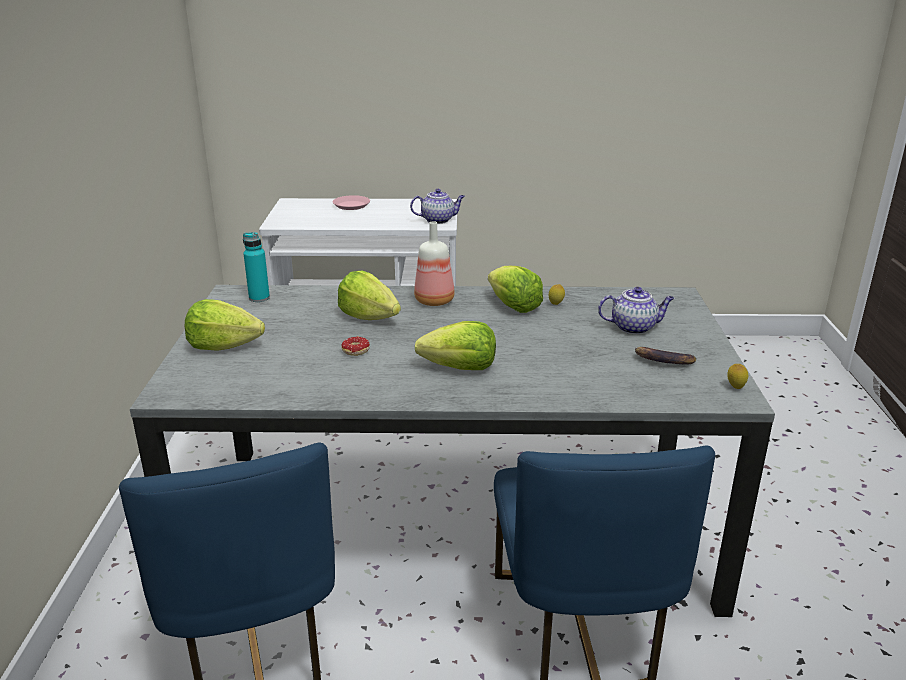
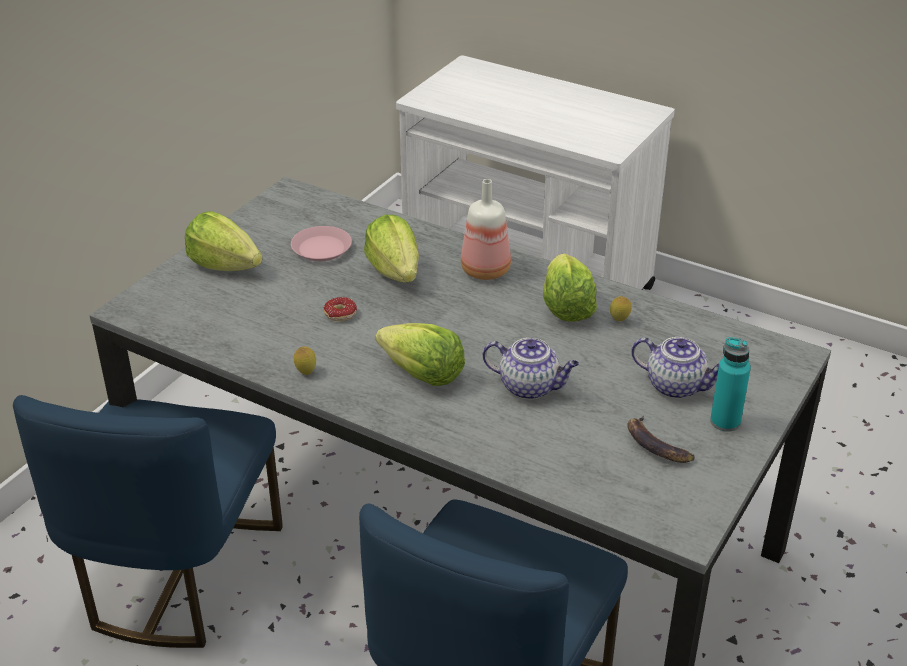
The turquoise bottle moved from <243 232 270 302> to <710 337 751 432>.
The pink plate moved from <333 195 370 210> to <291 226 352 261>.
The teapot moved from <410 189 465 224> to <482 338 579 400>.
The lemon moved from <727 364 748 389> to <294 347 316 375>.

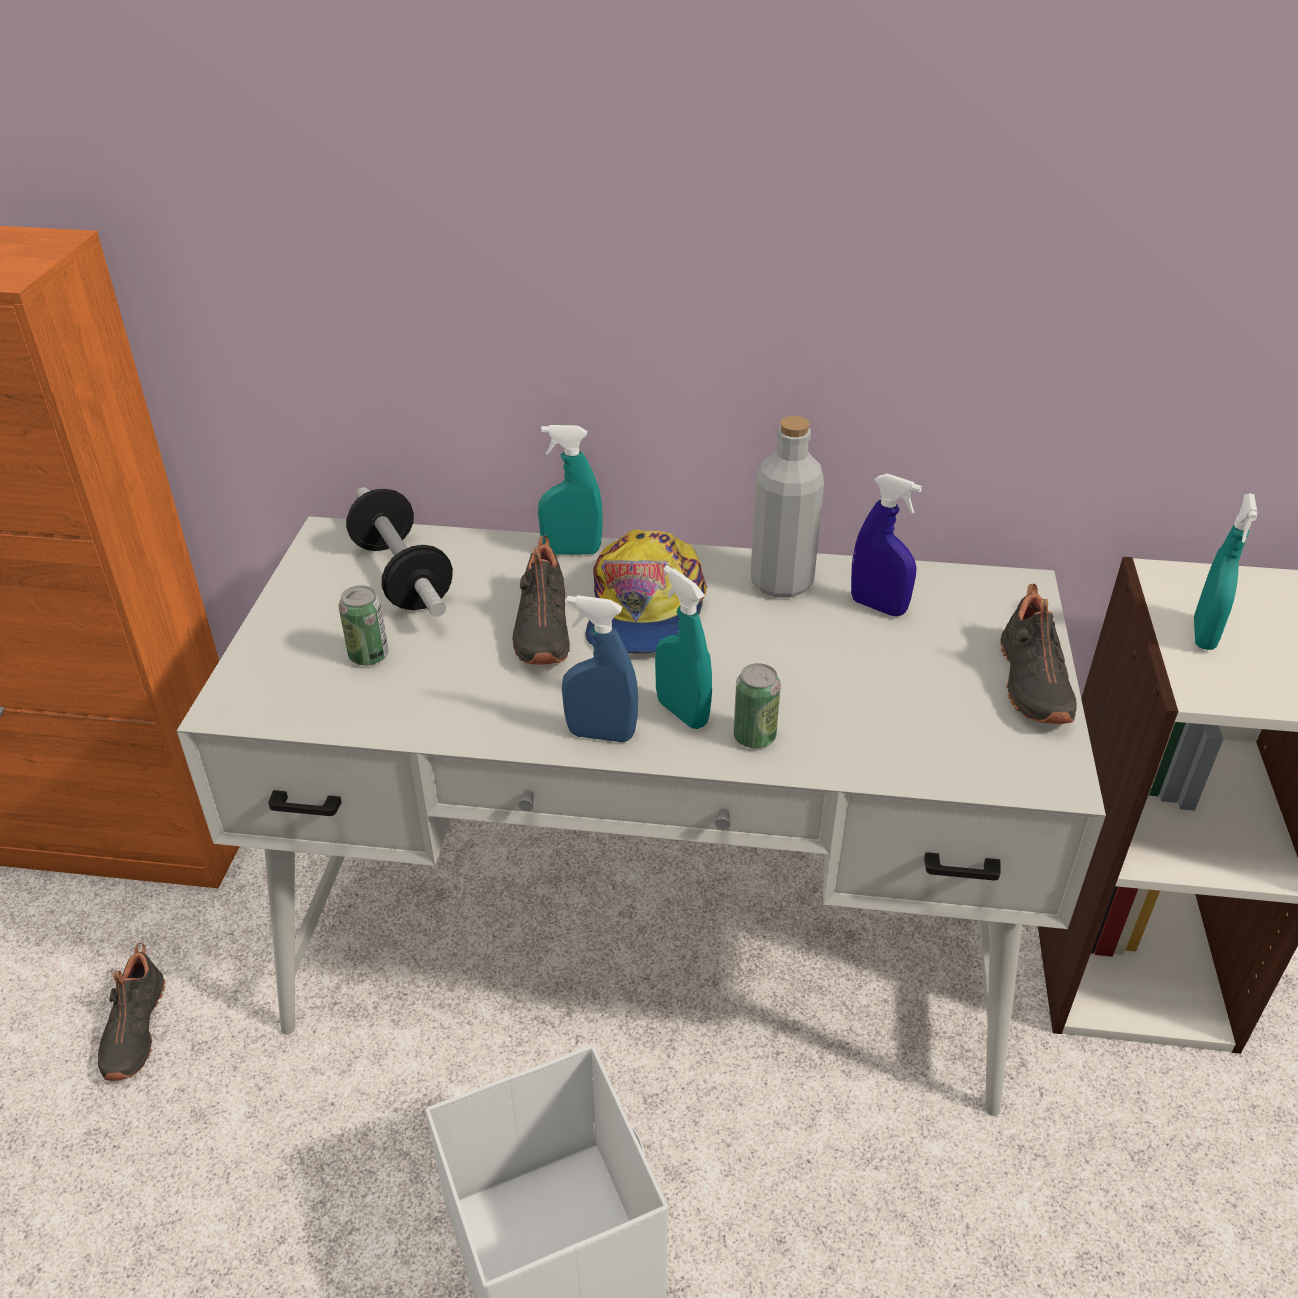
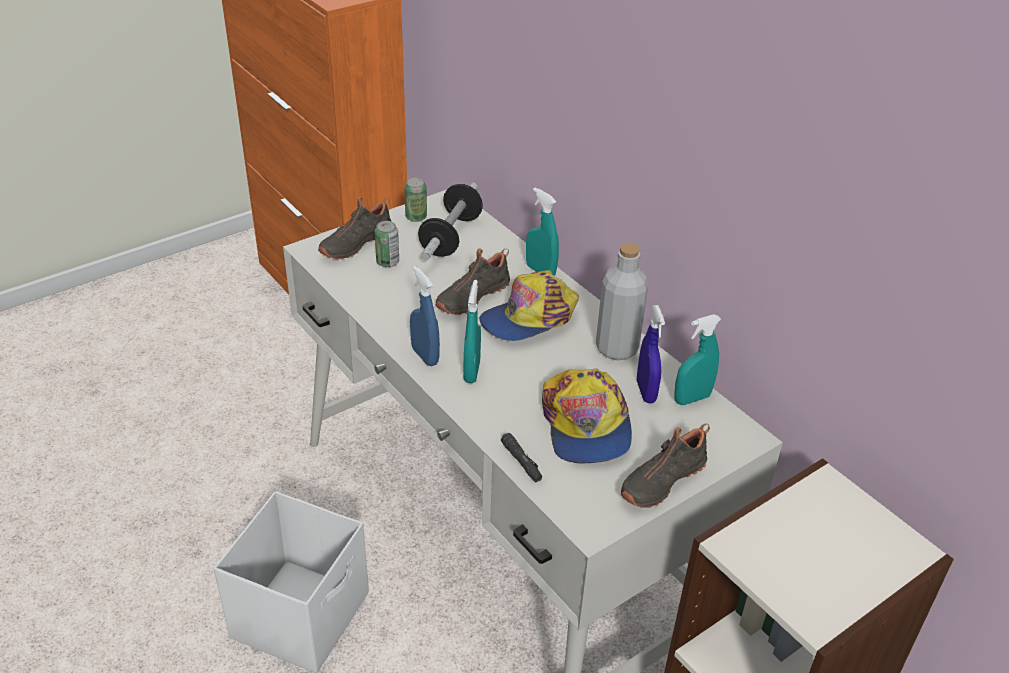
The black shoe moved from <98 943 165 1081> to <318 197 392 259>.
The can moved from <733 663 781 748> to <405 177 427 222>.
The turquoise spray bottle moved from <1194 494 1257 650> to <674 314 721 405>.
The black flashlight at <501 433 542 483> appeared.
The cap at <542 369 632 464> appeared.

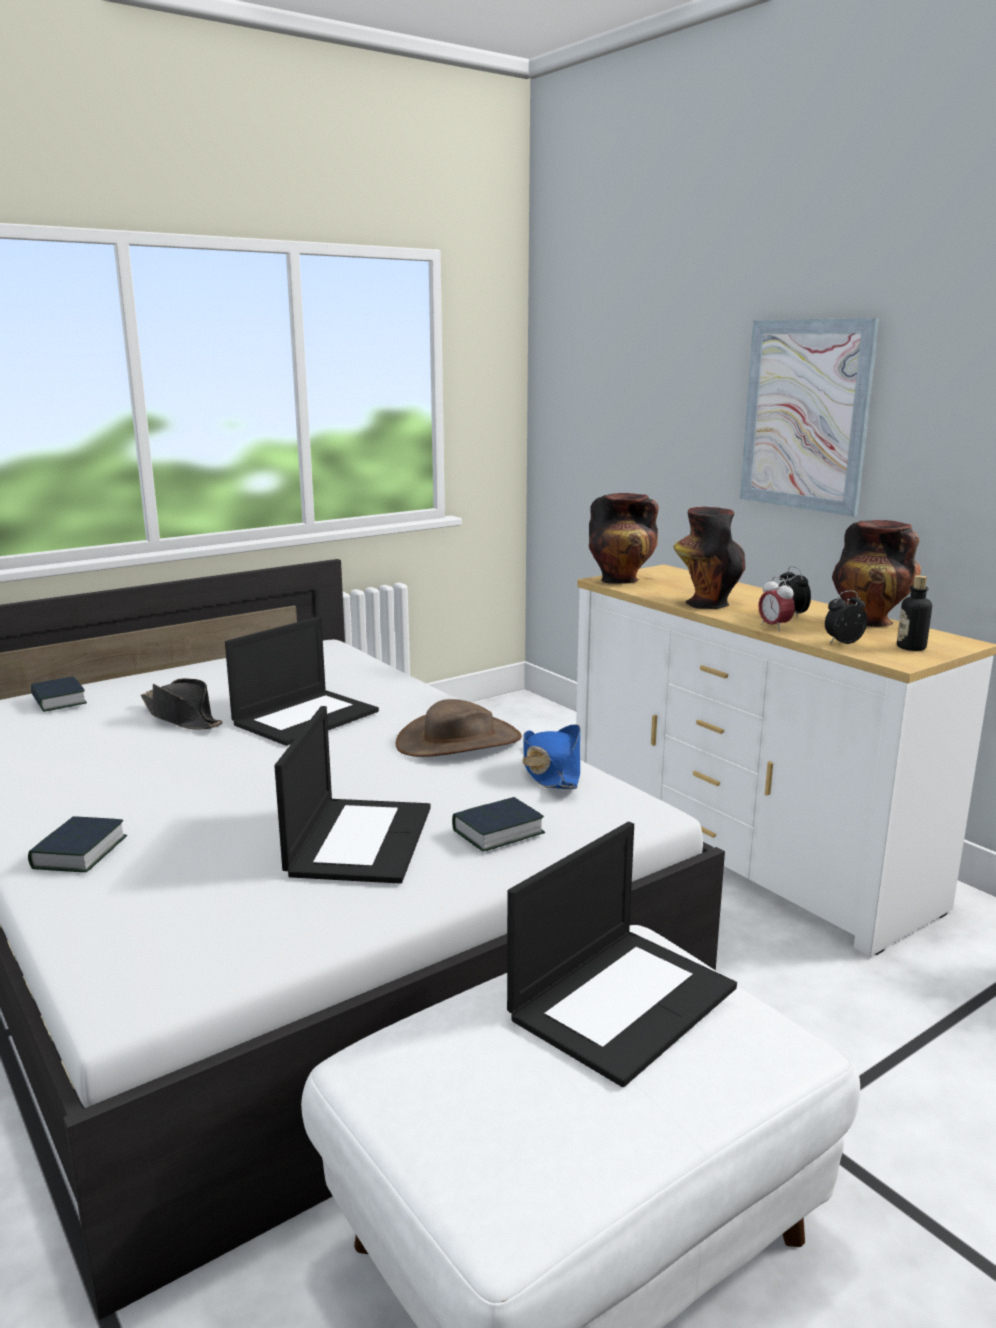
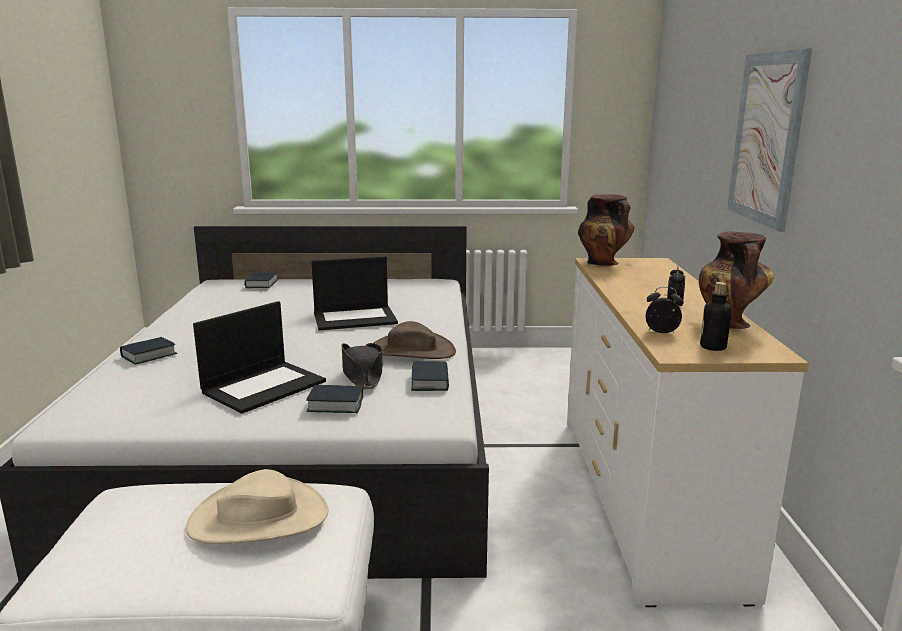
The black hat moved from <141 678 223 729> to <341 343 383 389>.
The laptop at <507 822 737 1087> was replaced by the beige hat at <185 469 329 544>.
The blue hat at <522 724 580 789> was replaced by the book at <411 361 449 391>.
The vase at <673 507 745 609> disappeared.
The alarm clock at <758 576 795 631> disappeared.

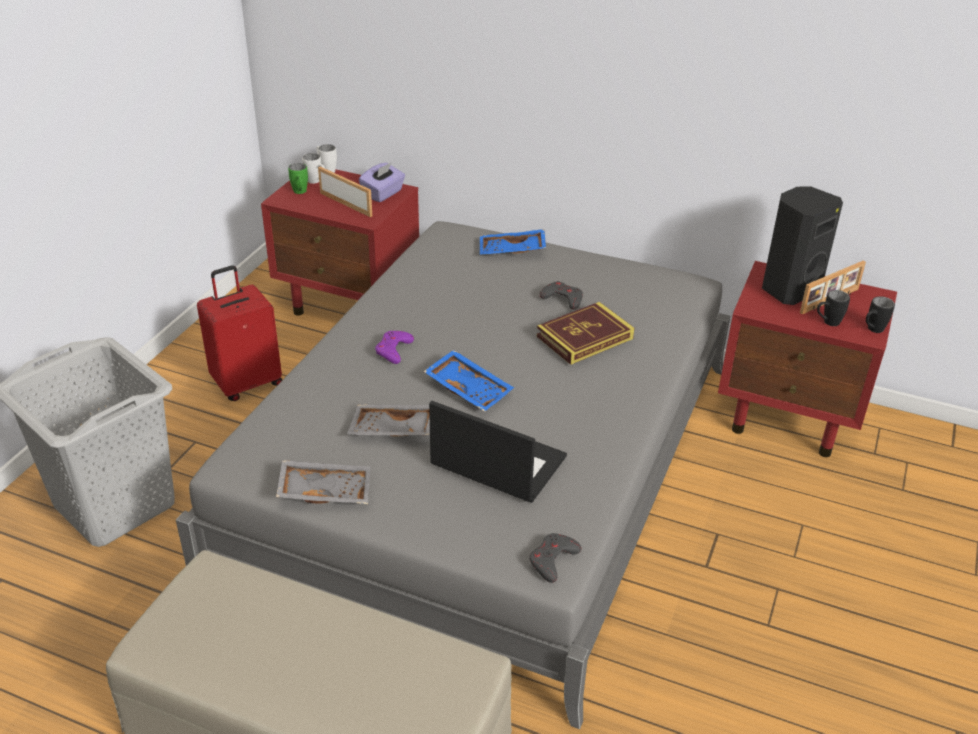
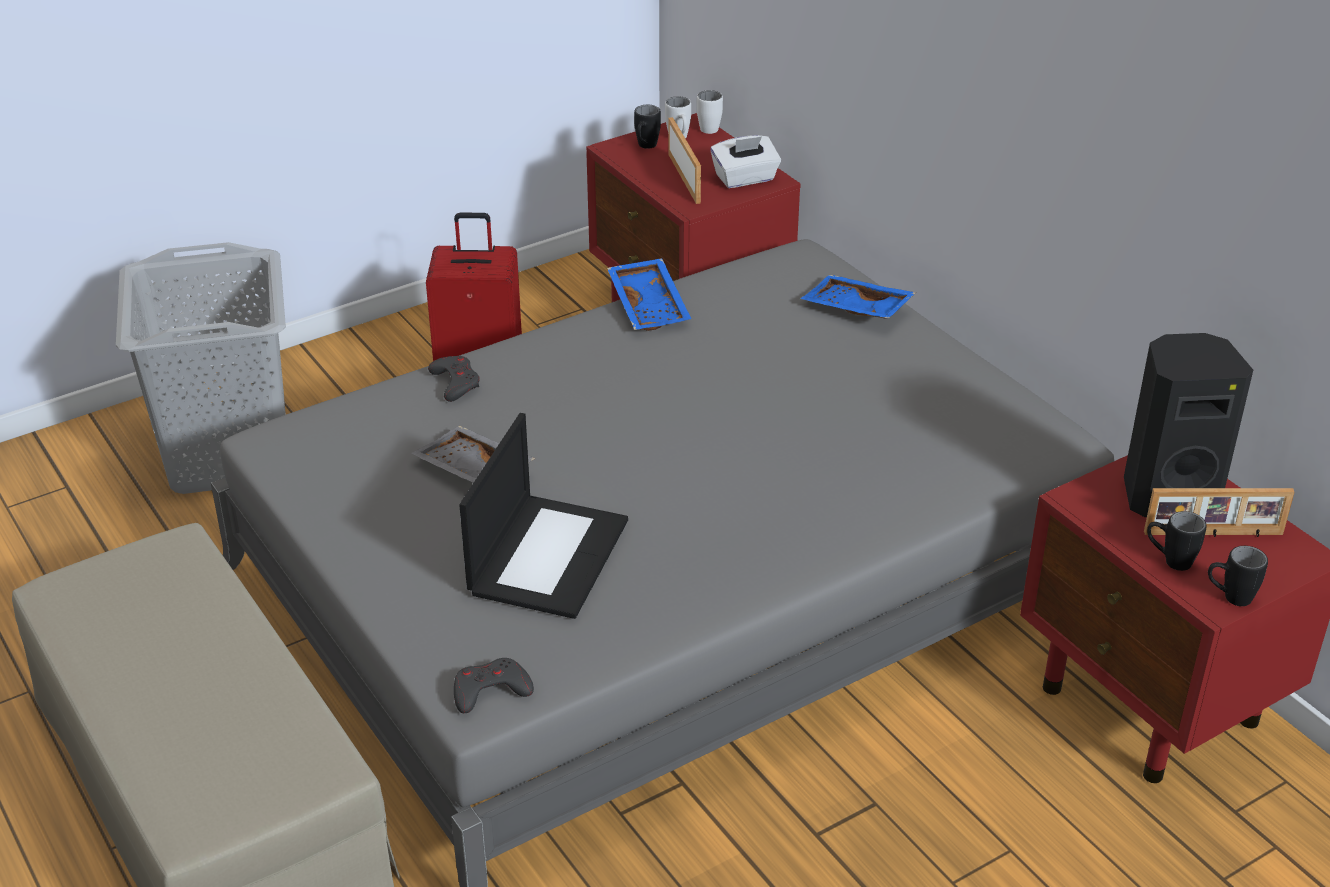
The grey tray at <276 460 371 504> disappeared.
The green mug at <288 163 308 194> became the black mug at <634 105 661 149>.
The purple tissue box at <359 162 405 202> became the white tissue box at <710 135 781 188>.
The purple game controller at <375 331 414 364> disappeared.
The blue tray moved from <423 350 514 412> to <607 258 691 331>.
The laptop at <429 401 567 503> turned 45 degrees clockwise.
The book at <537 302 634 365> disappeared.
The grey game controller moved from <540 281 583 309> to <428 356 480 402>.

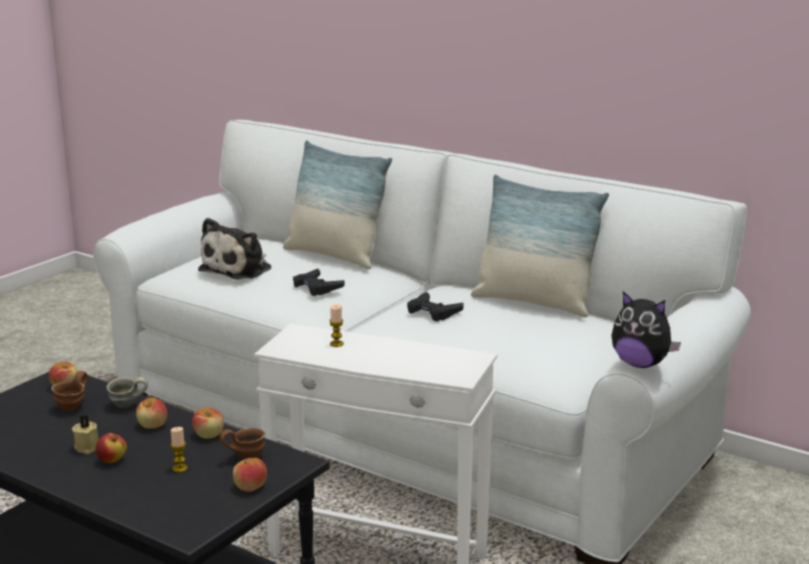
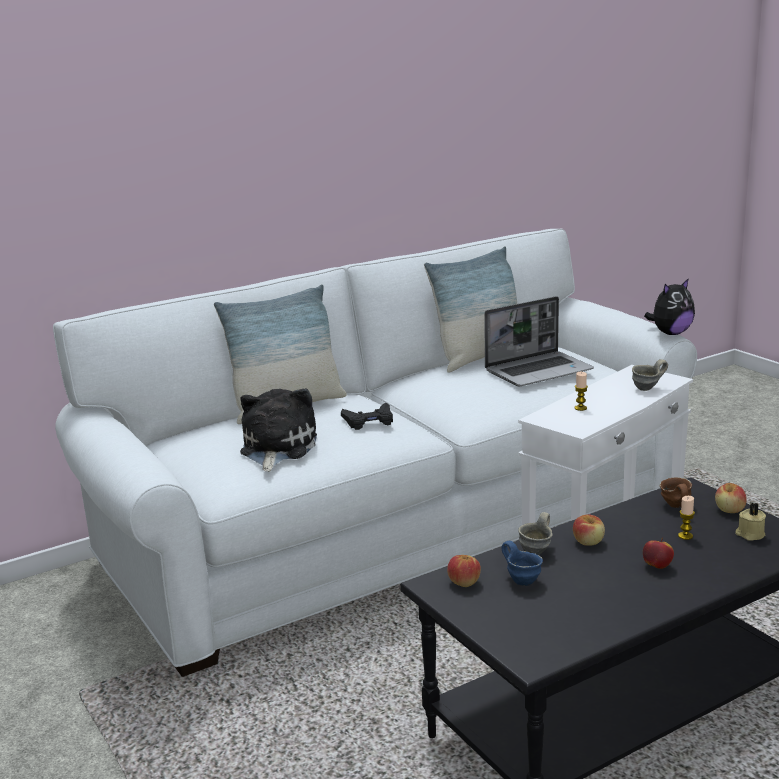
The brown mug at <51 371 88 411> became the blue mug at <501 541 543 586>.
The beige candle moved from <72 415 99 454> to <735 503 766 541>.
The apple at <192 408 224 438> disappeared.
The plush toy at <198 218 271 279> turned 135 degrees counterclockwise.
The black game controller at <407 292 463 321> disappeared.
The laptop at <484 296 594 386> appeared.
The grey mug at <632 359 668 391> appeared.

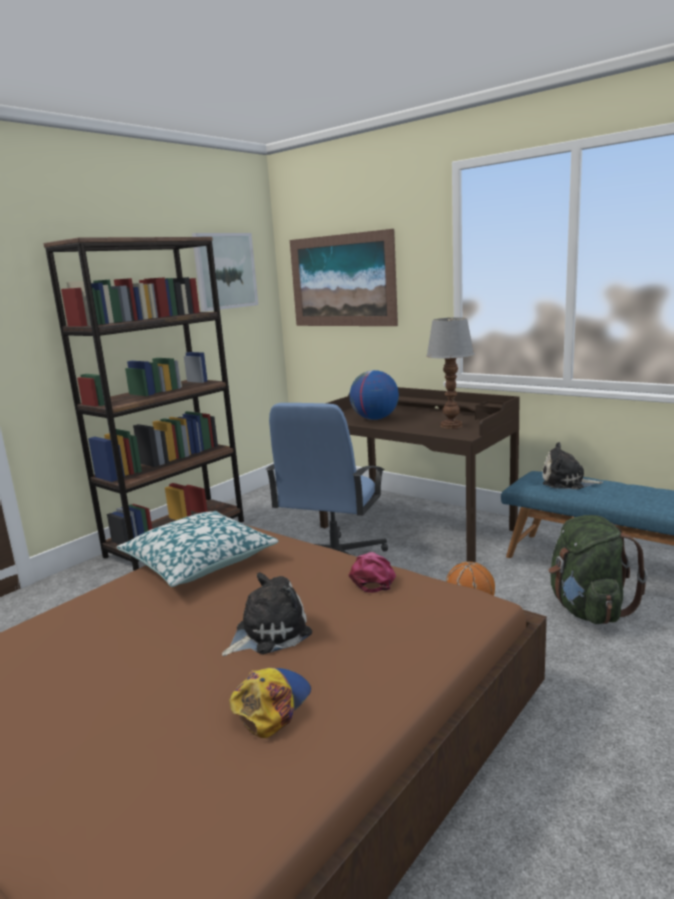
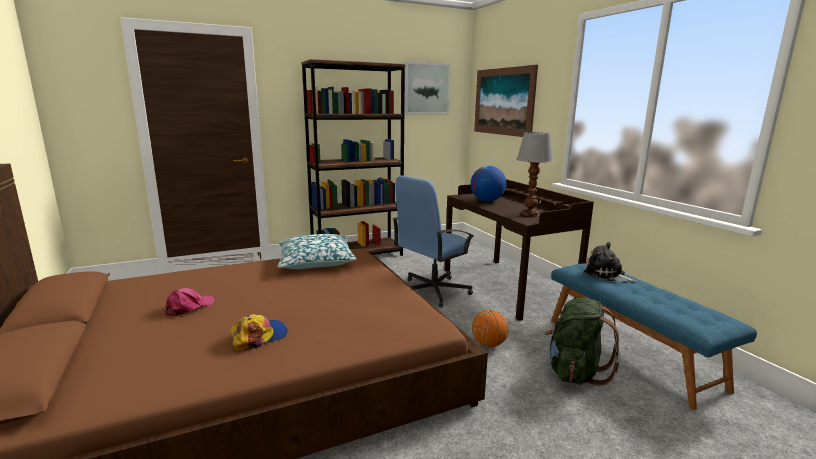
The plush toy at <222 572 312 656> disappeared.
The pink cap moved from <348 552 396 593> to <165 288 215 317>.

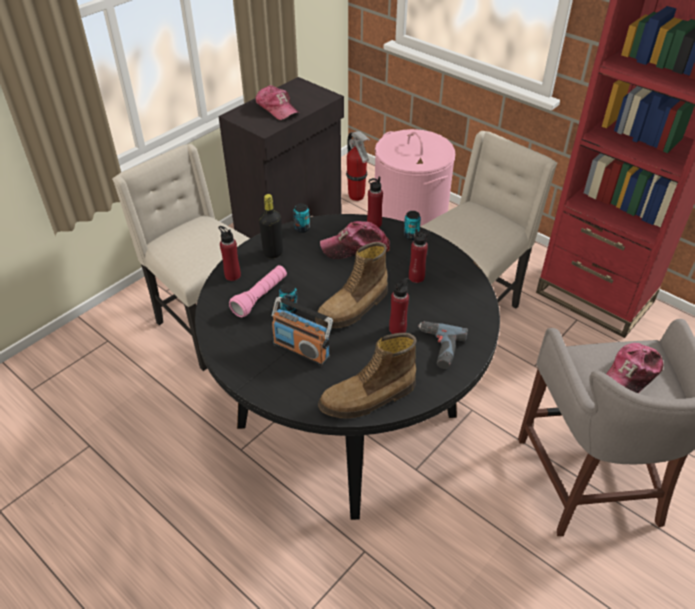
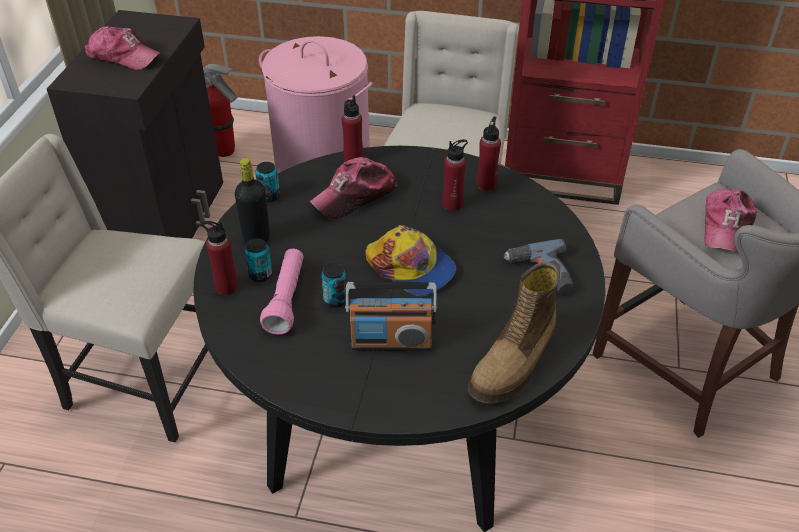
The boot at <315 242 388 328> was replaced by the cap at <365 225 456 296>.
The red bottle moved from <389 278 409 334> to <477 117 501 191>.
The can moved from <404 211 421 240> to <245 238 272 282>.

